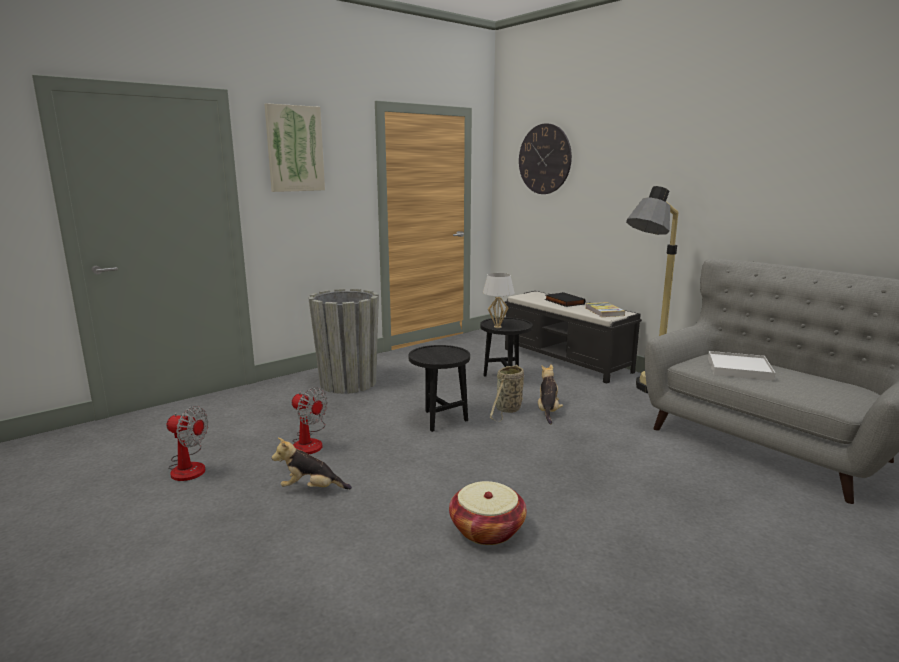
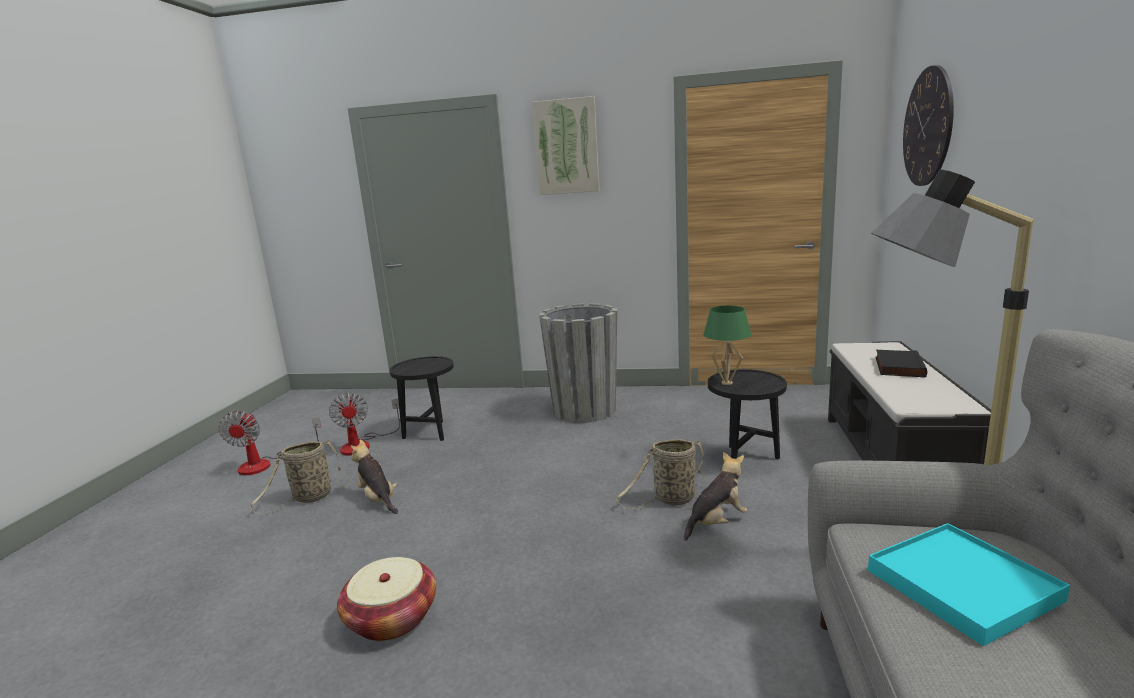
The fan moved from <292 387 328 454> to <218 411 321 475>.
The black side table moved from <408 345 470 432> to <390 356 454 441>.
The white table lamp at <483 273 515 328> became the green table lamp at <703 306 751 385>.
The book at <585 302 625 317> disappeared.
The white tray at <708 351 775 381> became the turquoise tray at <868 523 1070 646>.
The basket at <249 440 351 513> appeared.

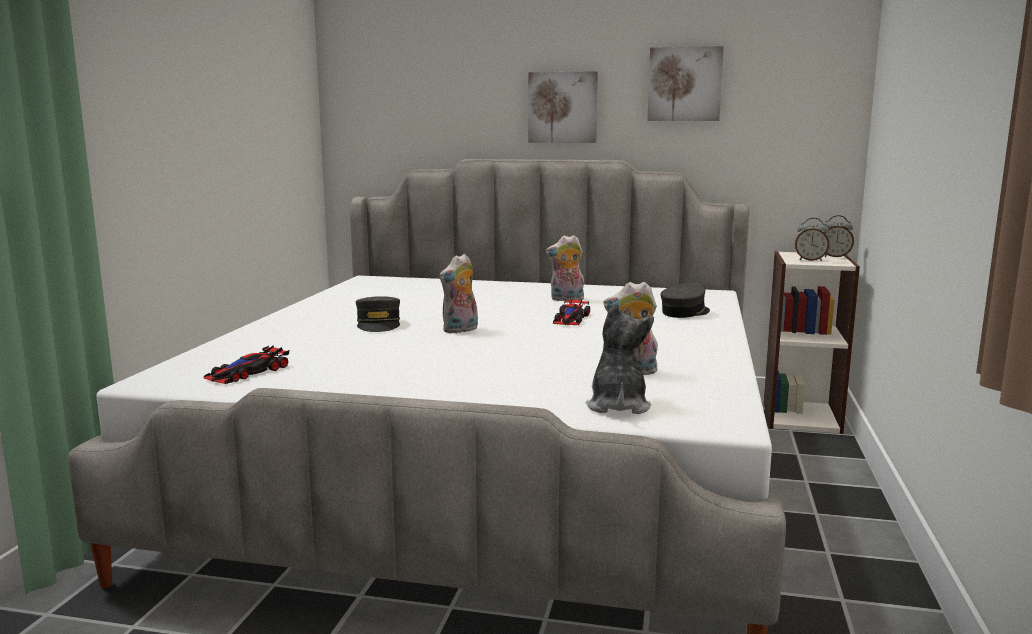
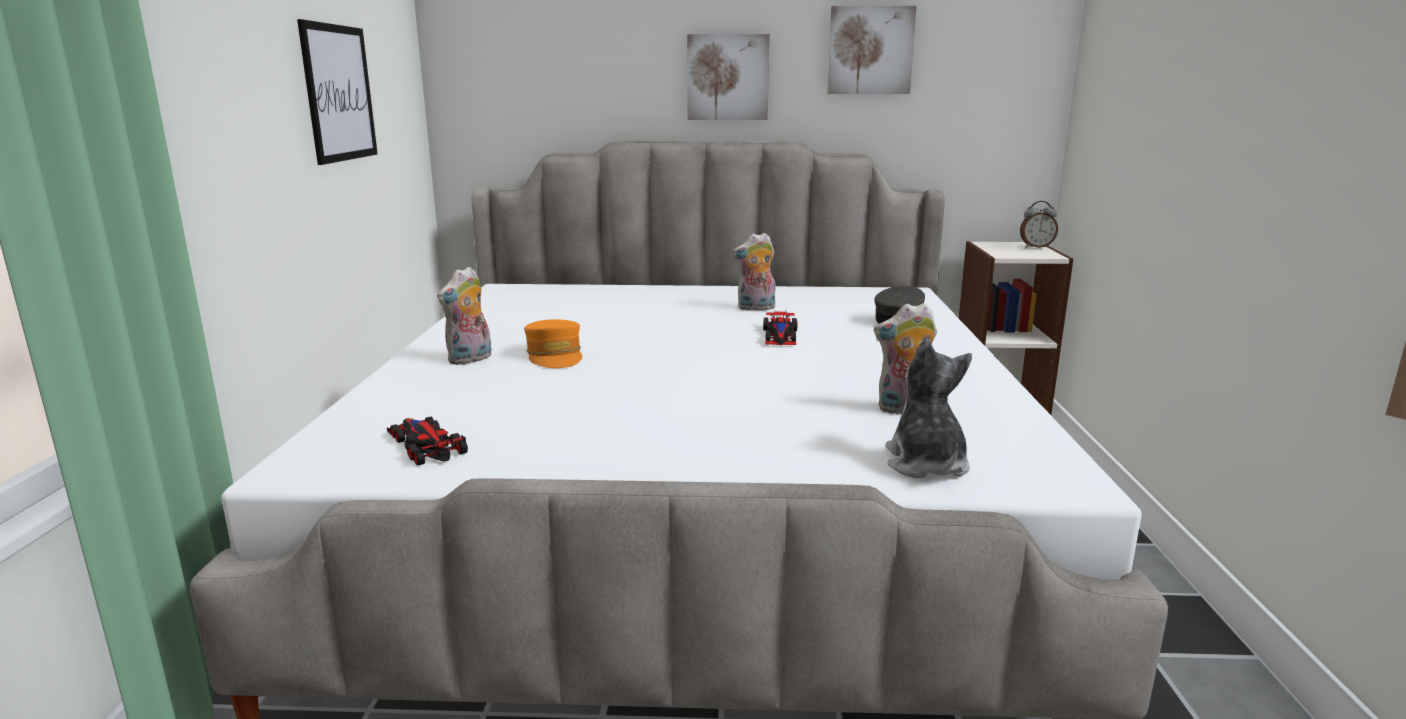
The toy car at <204 345 289 384> turned 120 degrees clockwise.
The grey cap at <356 296 400 332> became the orange cap at <524 319 582 368>.
The plush toy moved from <439 254 478 333> to <437 266 492 365>.
The alarm clock at <795 218 829 261> disappeared.
The picture at <297 19 378 165> appeared.

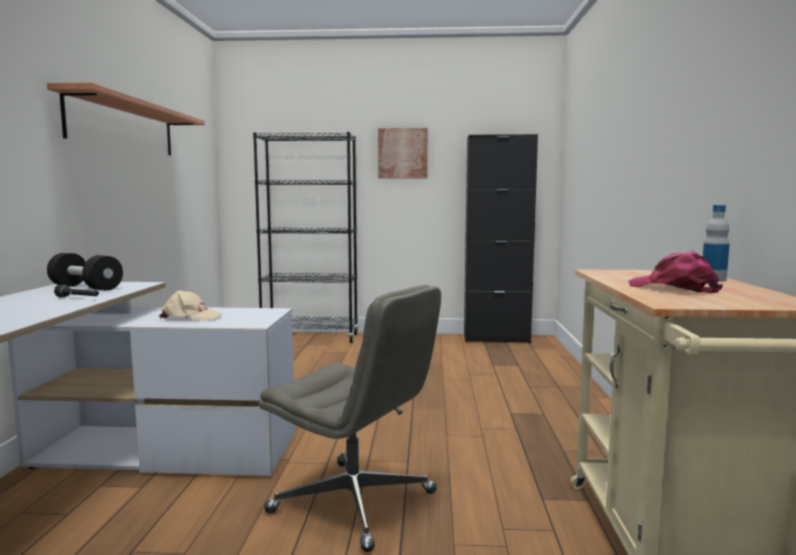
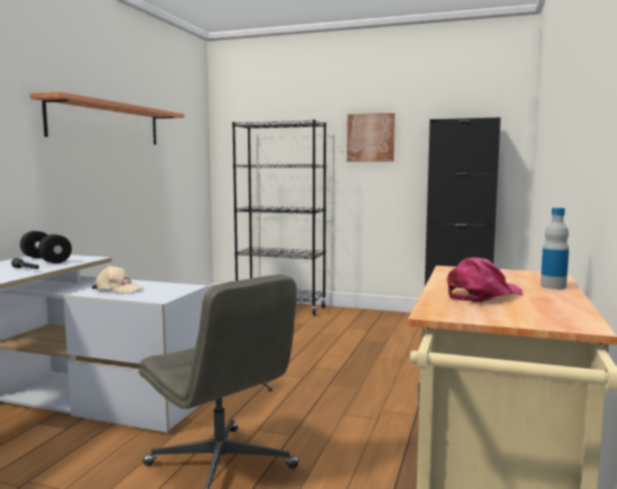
The pink cap at <628 251 723 294> turned 75 degrees clockwise.

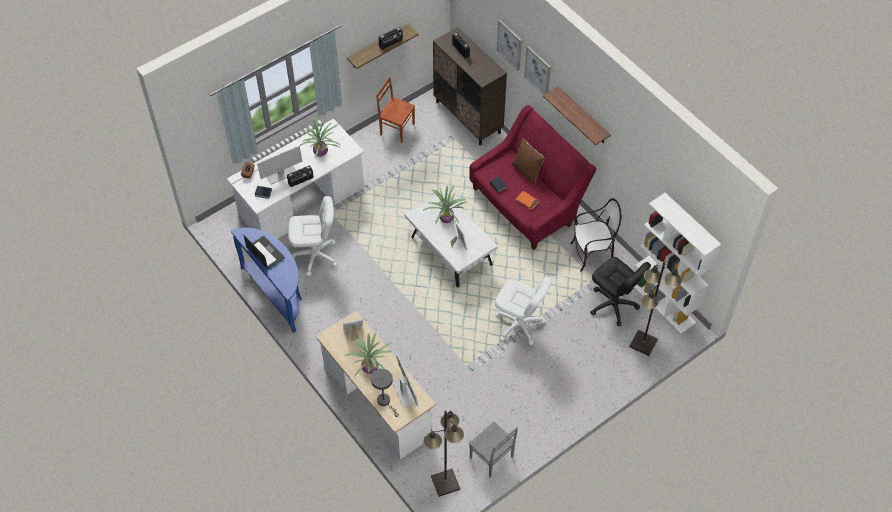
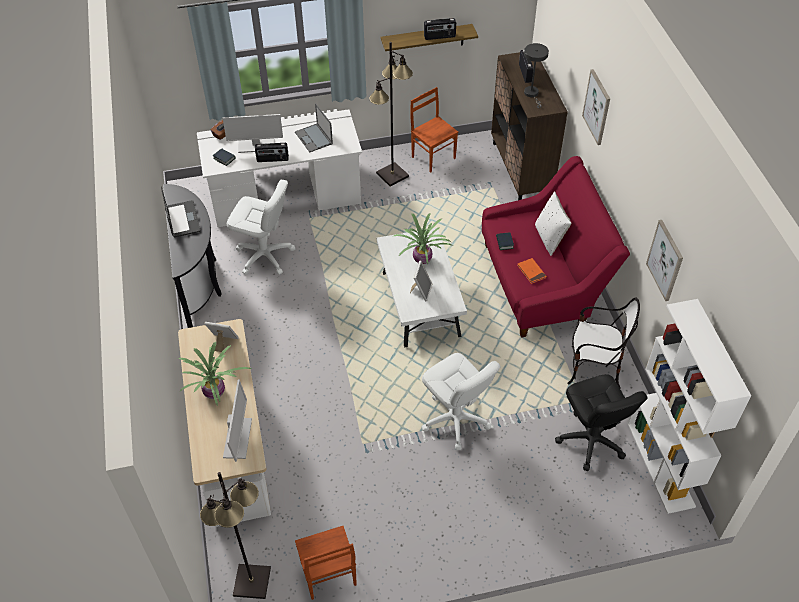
The blue console table at <231 228 302 333> became the black console table at <163 184 222 328>.
The potted plant at <299 118 341 157> was replaced by the laptop at <295 103 333 152>.
The grey table lamp moved from <371 369 399 417> to <524 43 549 108>.
The grey chair at <469 422 518 477> became the brown chair at <295 526 357 600>.
The picture moved from <497 20 522 70> to <646 220 683 301>.
The brown pillow at <512 137 546 185> became the white pillow at <535 191 571 256>.
The shelf at <543 86 611 145> disappeared.
The black floor lamp moved from <629 262 682 356> to <369 42 413 187>.

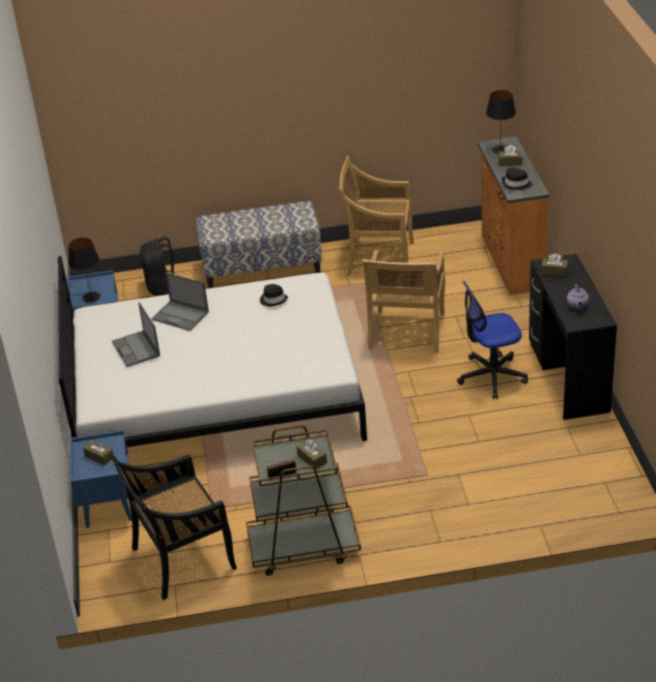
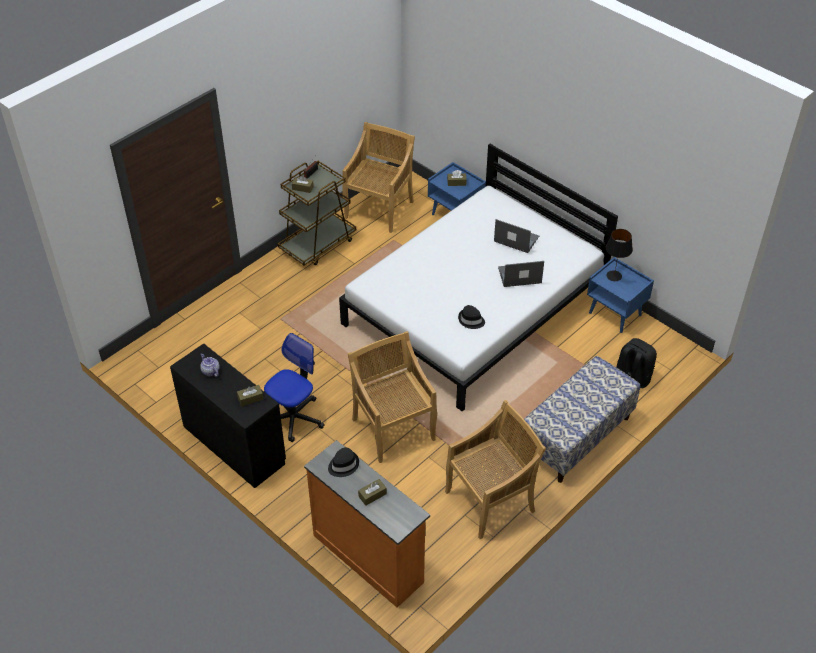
The black chair at <110 453 237 600> became the beige chair at <342 122 415 233>.
The black table lamp at <486 90 516 154> disappeared.

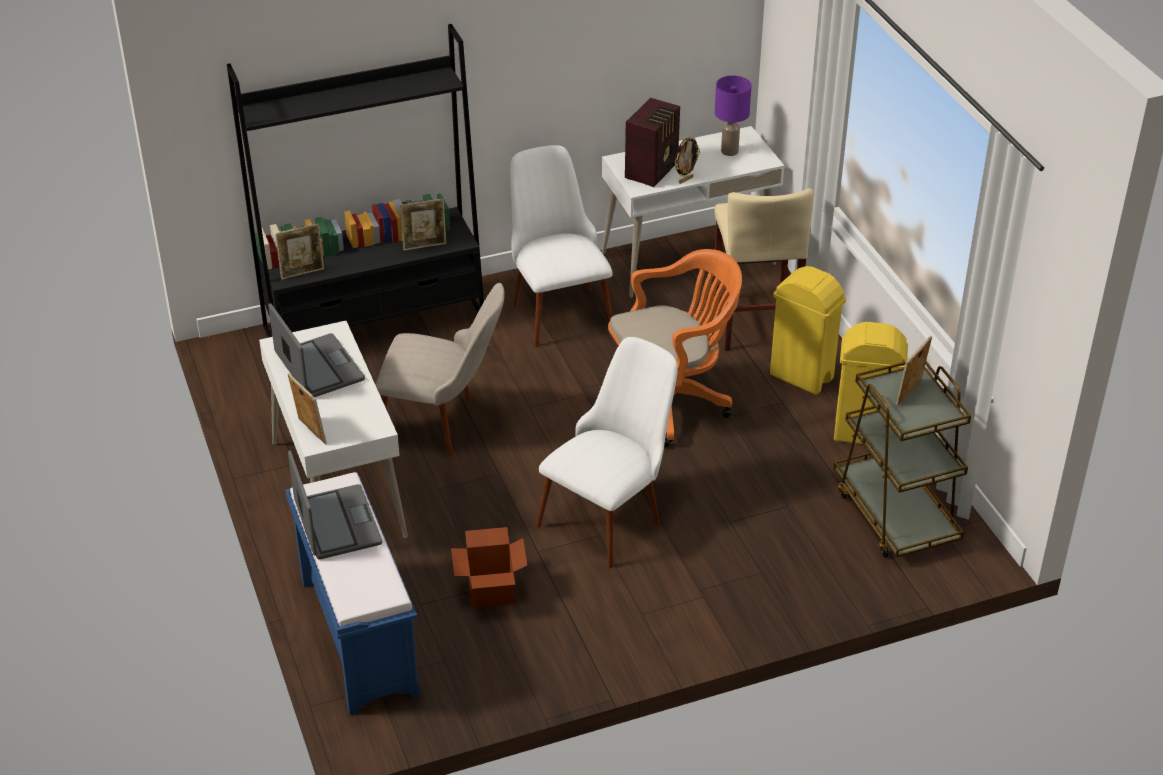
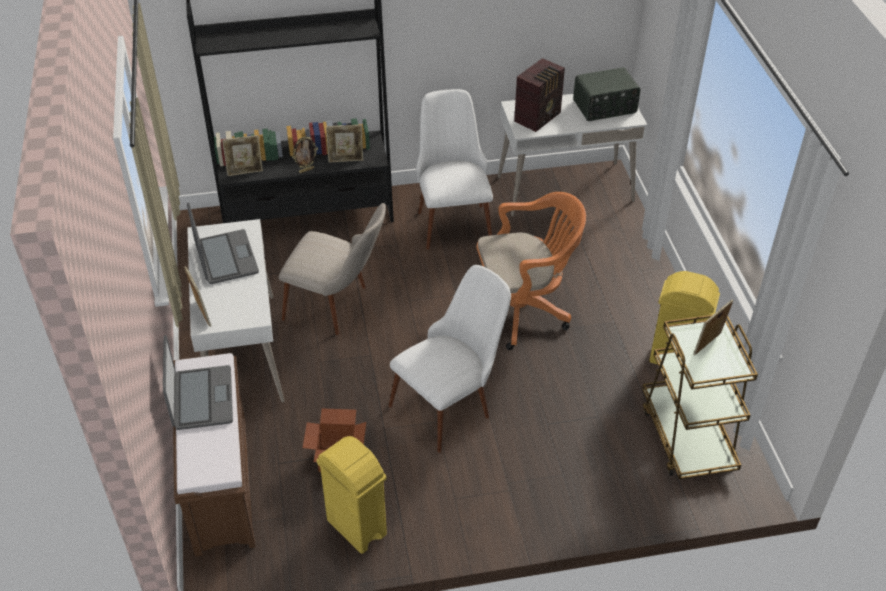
The blue bench at <286 472 420 715> became the brown bench at <173 353 256 557>.
The picture frame moved from <675 137 700 184> to <292 137 318 173>.
The beige stool at <714 188 814 351> disappeared.
The purple table lamp at <715 75 752 156> was replaced by the radio at <573 67 641 121>.
The yellow trash can moved from <770 266 846 395> to <316 436 387 554>.

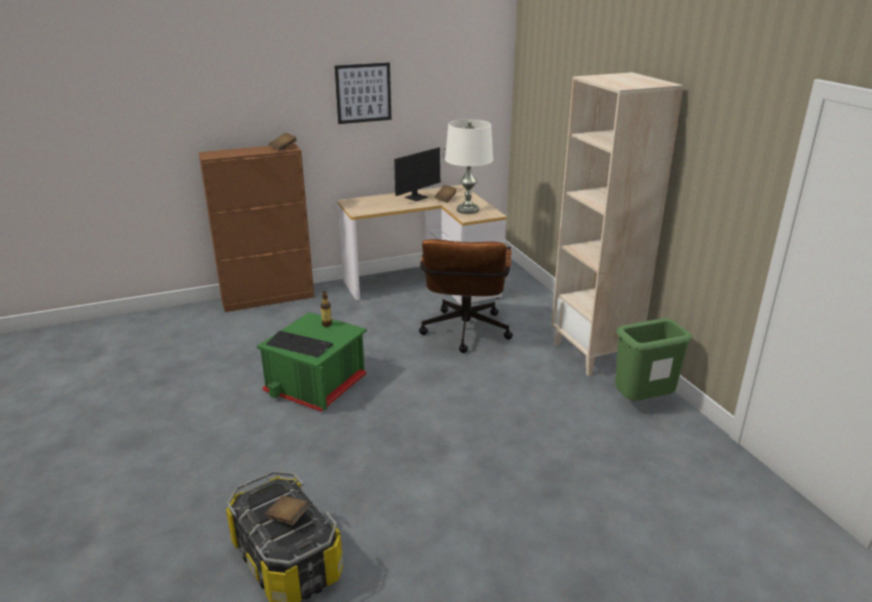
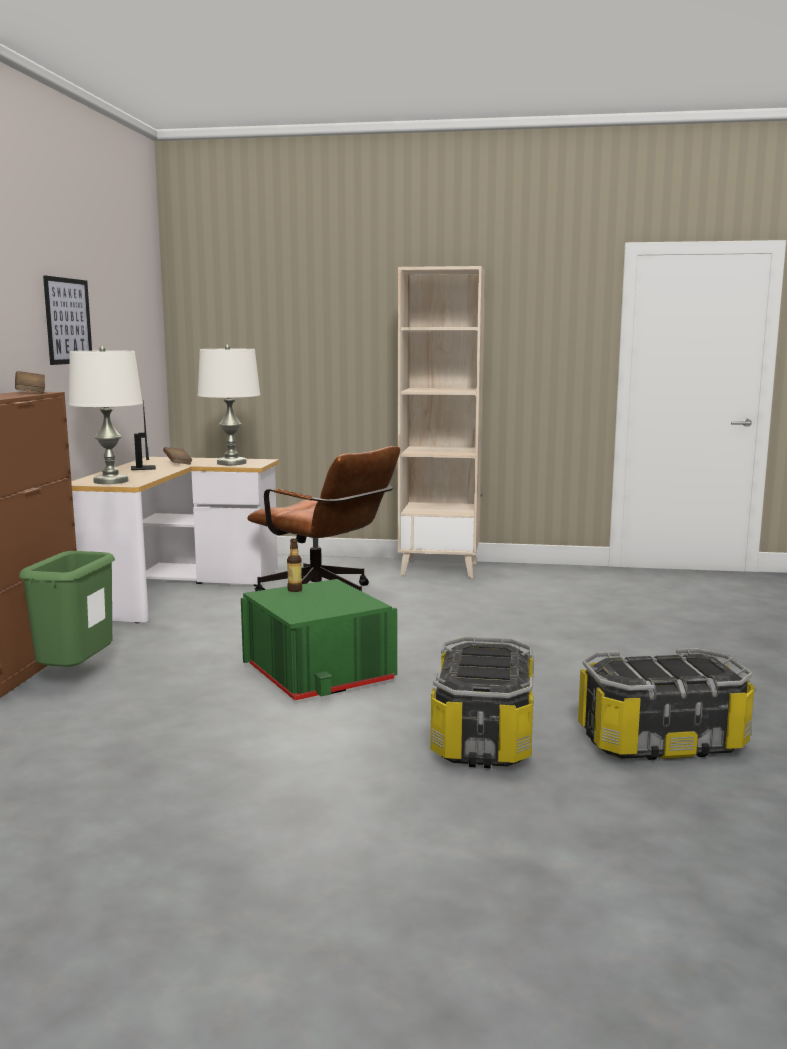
The brown book at <265 495 310 525> disappeared.
The keyboard at <266 331 333 357> disappeared.
The green trash can moved from <615 318 692 401> to <19 551 115 667>.
The white table lamp at <68 346 143 484> appeared.
The storage box at <431 637 533 768> appeared.

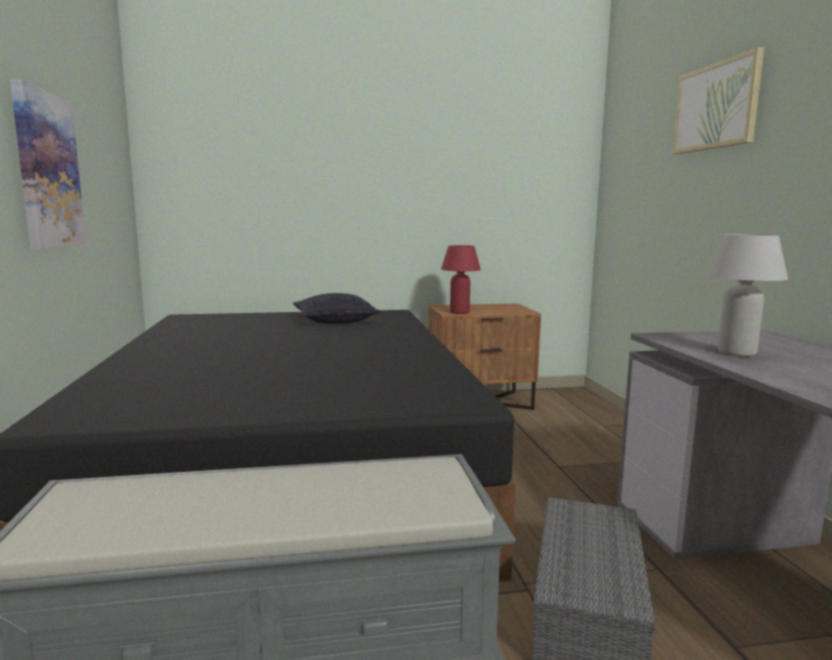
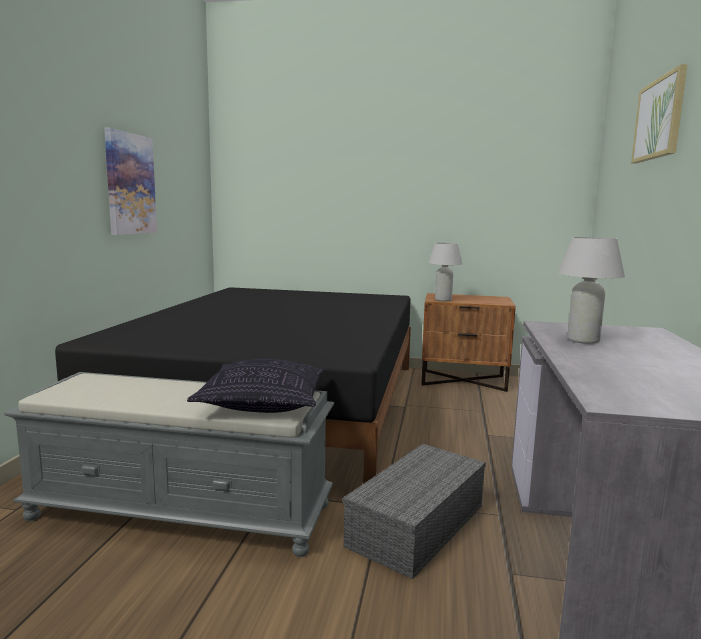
The pillow moved from <293 293 381 324> to <187 359 326 413>.
The red table lamp at <441 245 481 314> became the white table lamp at <428 243 463 301>.

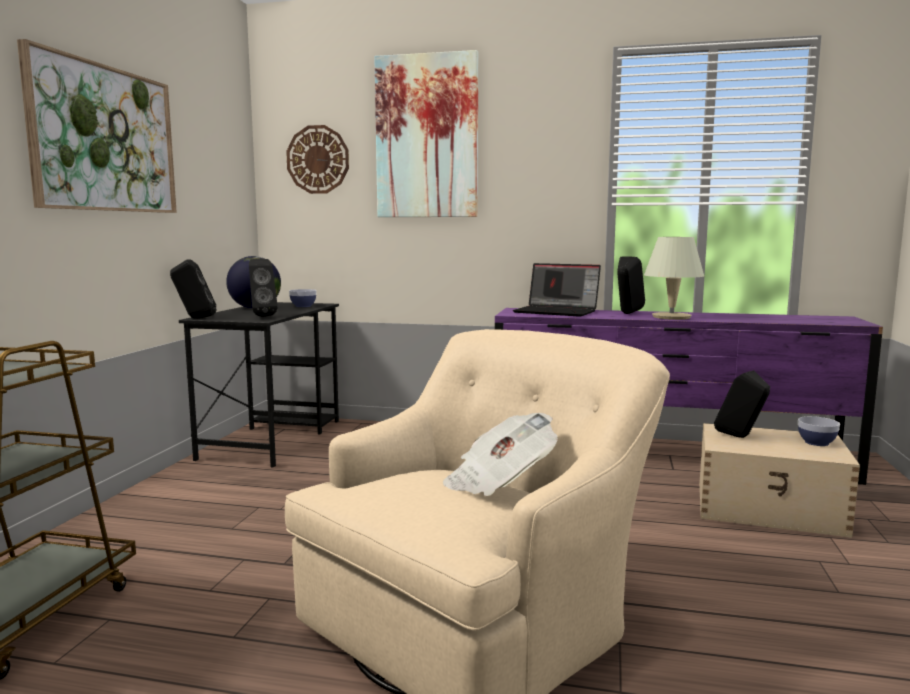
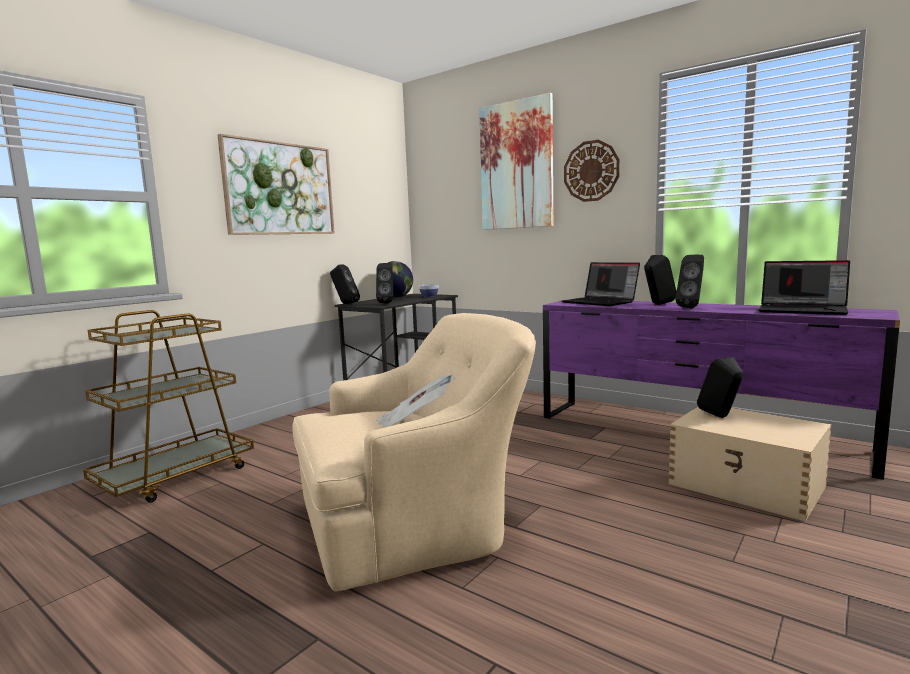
The wall clock moved from <286 125 349 194> to <564 140 620 202>.
The beige table lamp at <644 237 704 320> was replaced by the black speaker at <675 255 704 308>.
The bowl at <798 416 840 446> disappeared.
The laptop at <758 260 850 315> appeared.

